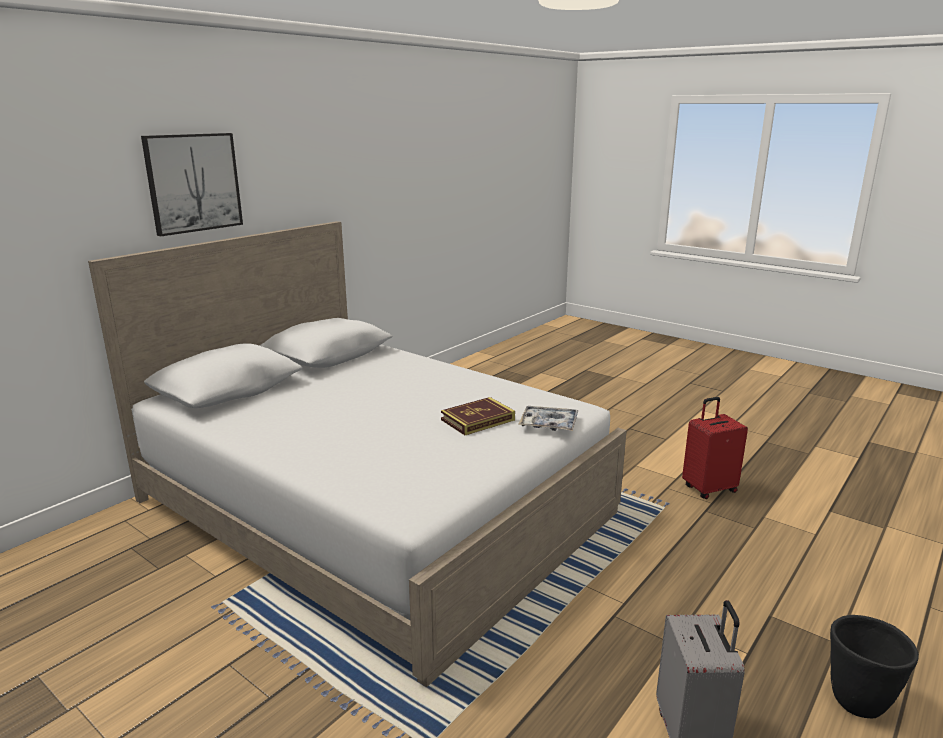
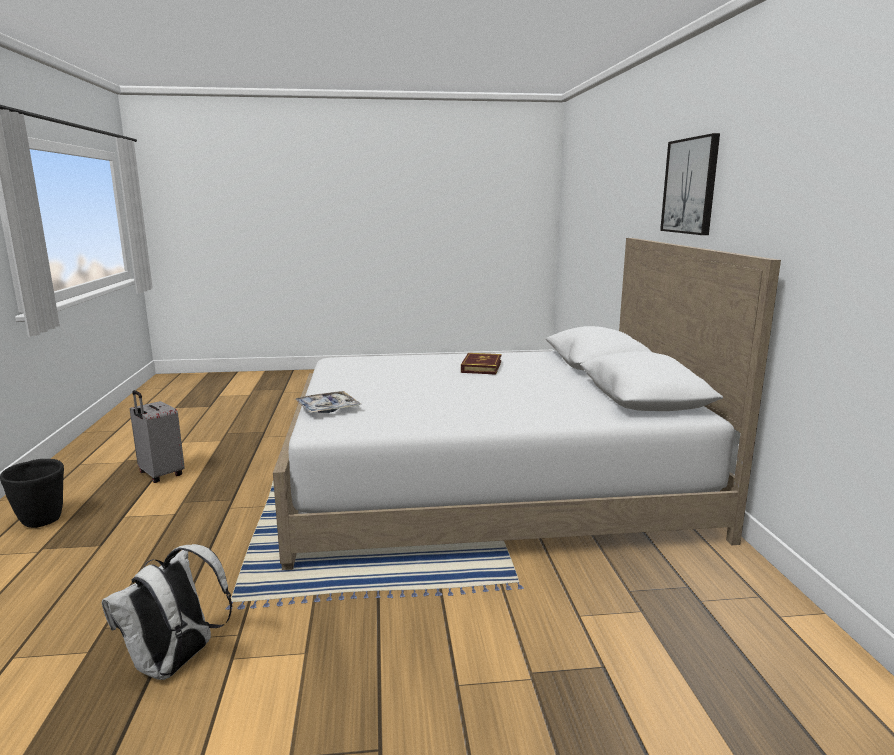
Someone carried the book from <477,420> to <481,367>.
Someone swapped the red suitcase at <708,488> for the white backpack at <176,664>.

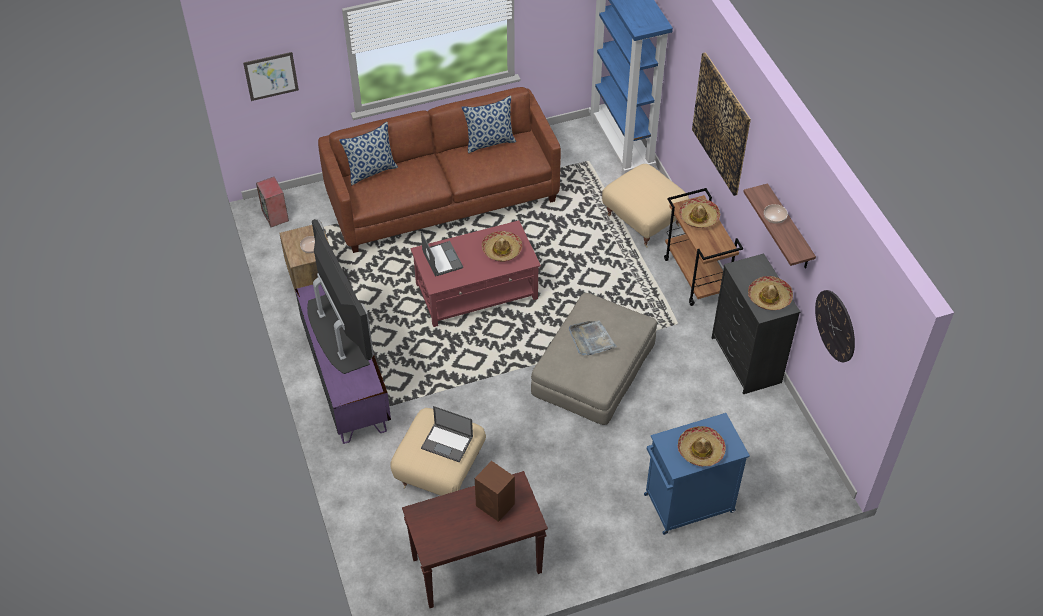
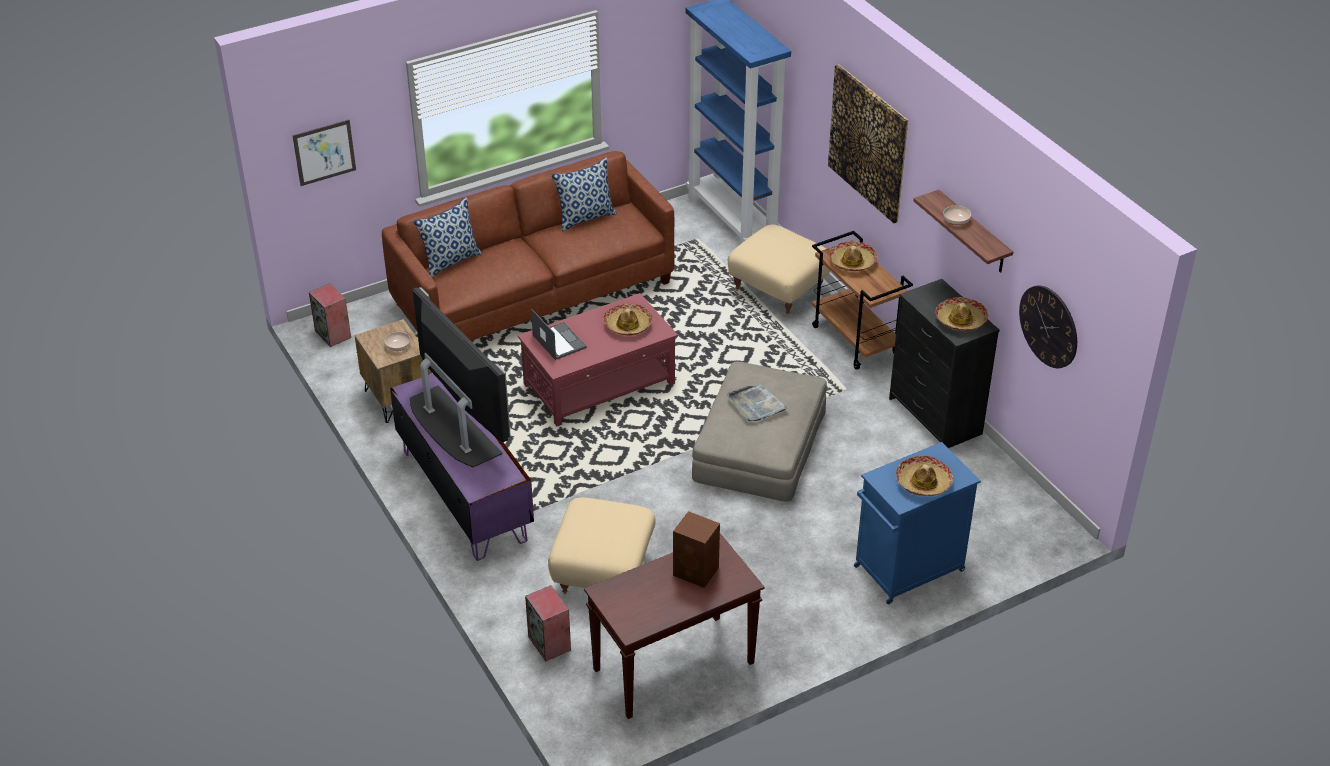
Someone took away the laptop at <447,442>.
Someone put down the speaker at <550,643>.

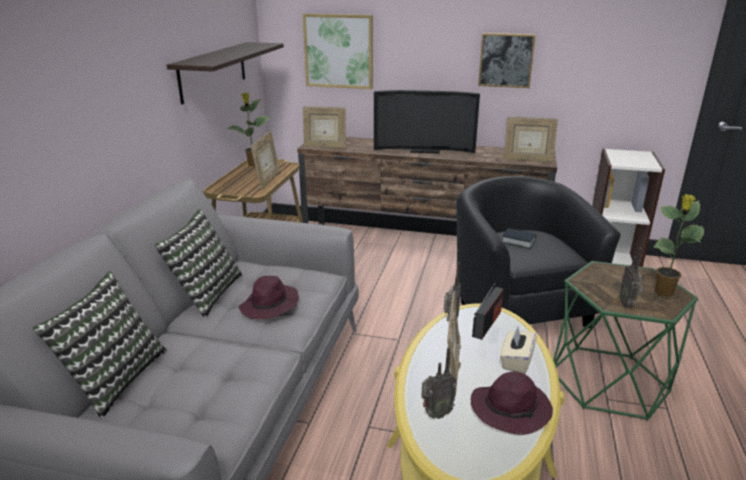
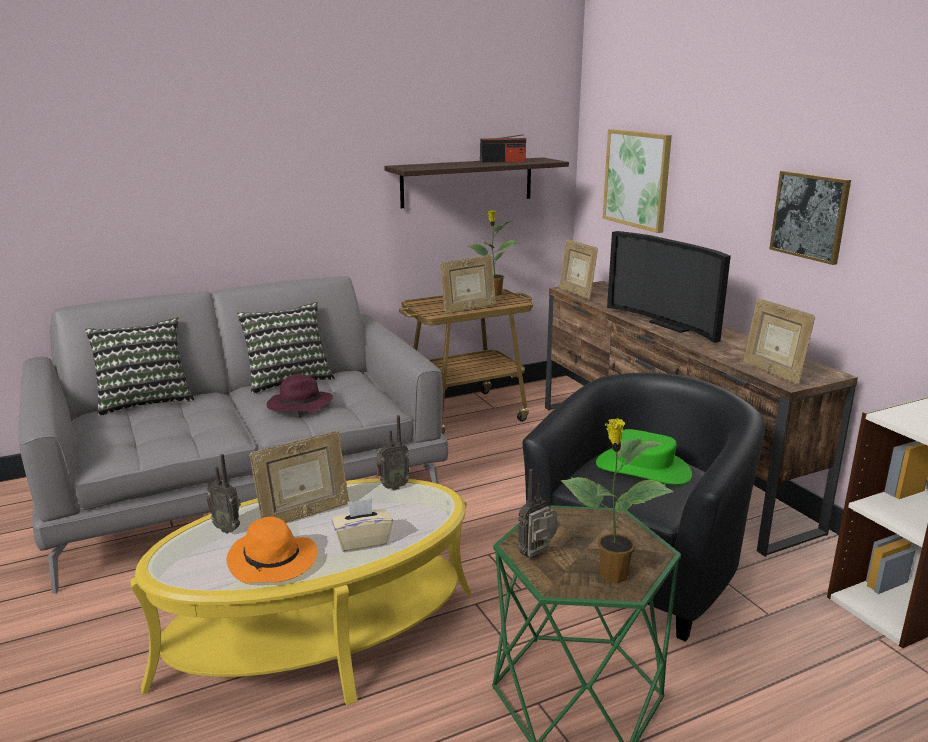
Someone repainted the purple hat at <511,408>, which became the orange hat at <273,562>.
Someone carried the radio from <487,323> to <502,161>.
Someone swapped the book at <518,241> for the green hat at <643,468>.

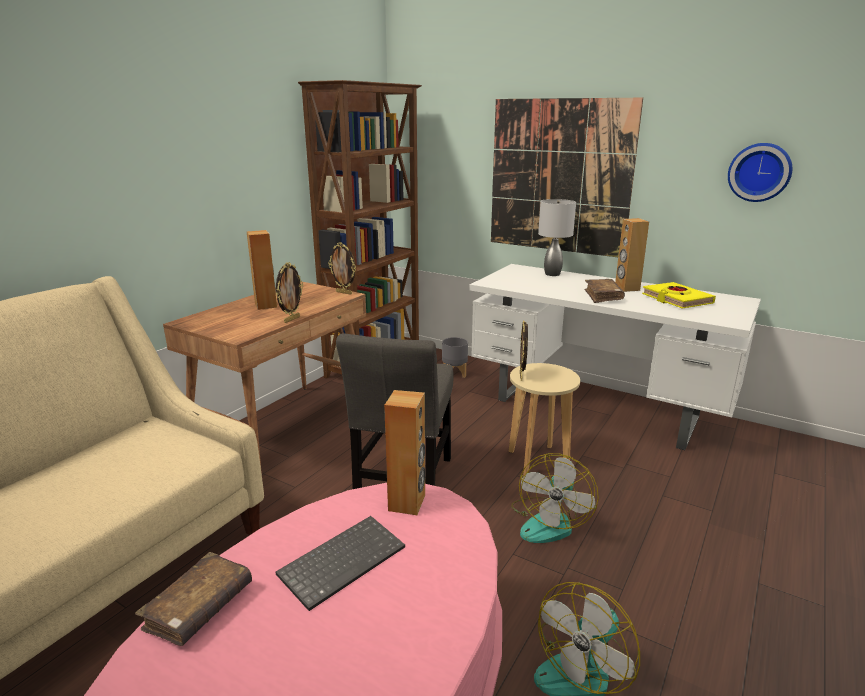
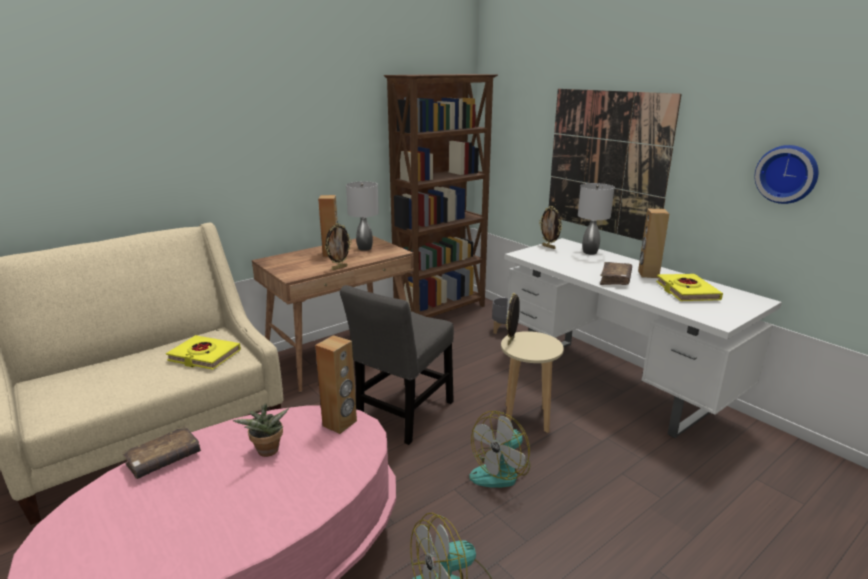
Someone swapped the keyboard at <342,560> for the potted plant at <267,452>.
Someone carried the picture frame from <344,293> to <549,247>.
Someone put down the yellow book at <204,356>.
Someone put down the grey table lamp at <365,248>.

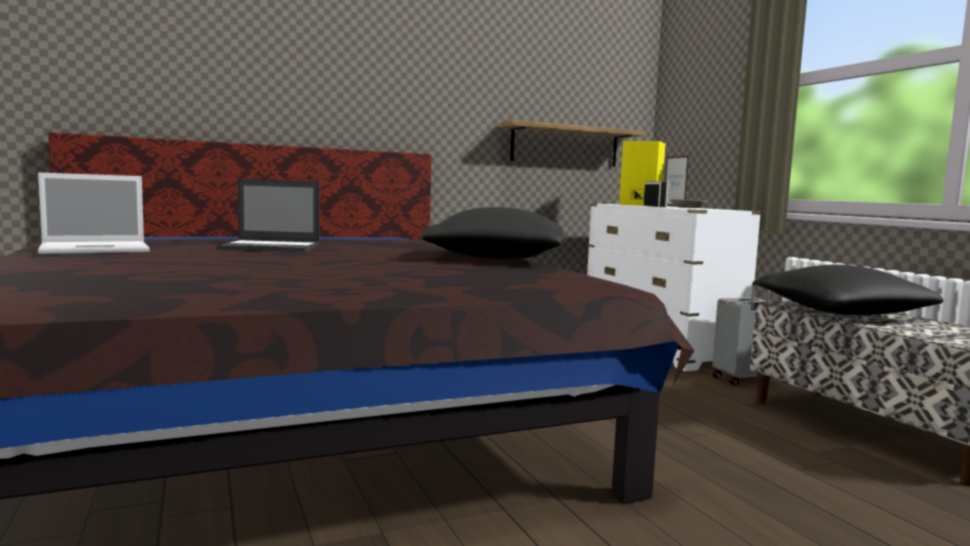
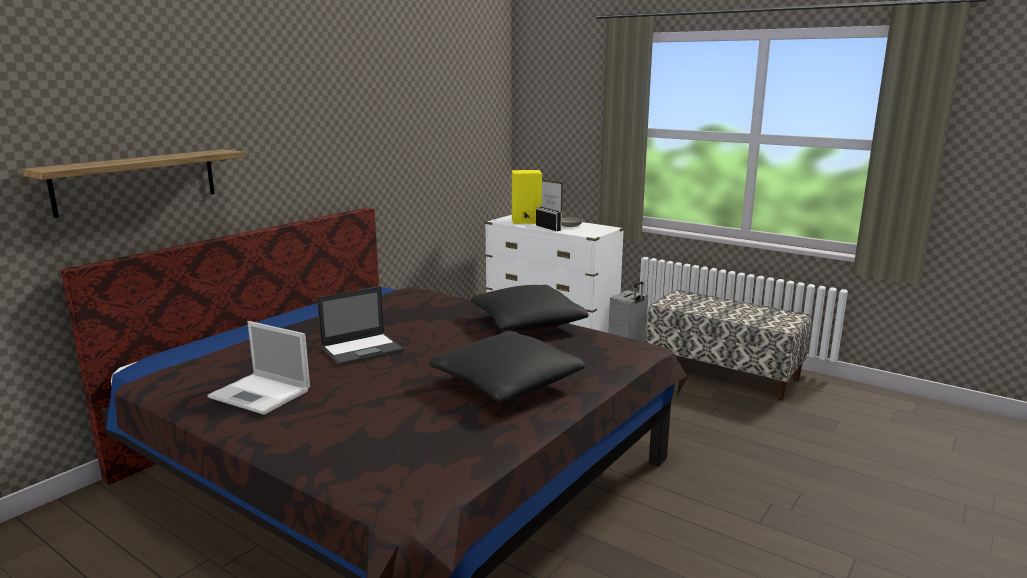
Someone rotated the laptop at <97,249> by 90 degrees clockwise.
Someone carried the shelf from <565,146> to <137,181>.
Someone carried the black pillow from <841,312> to <506,384>.

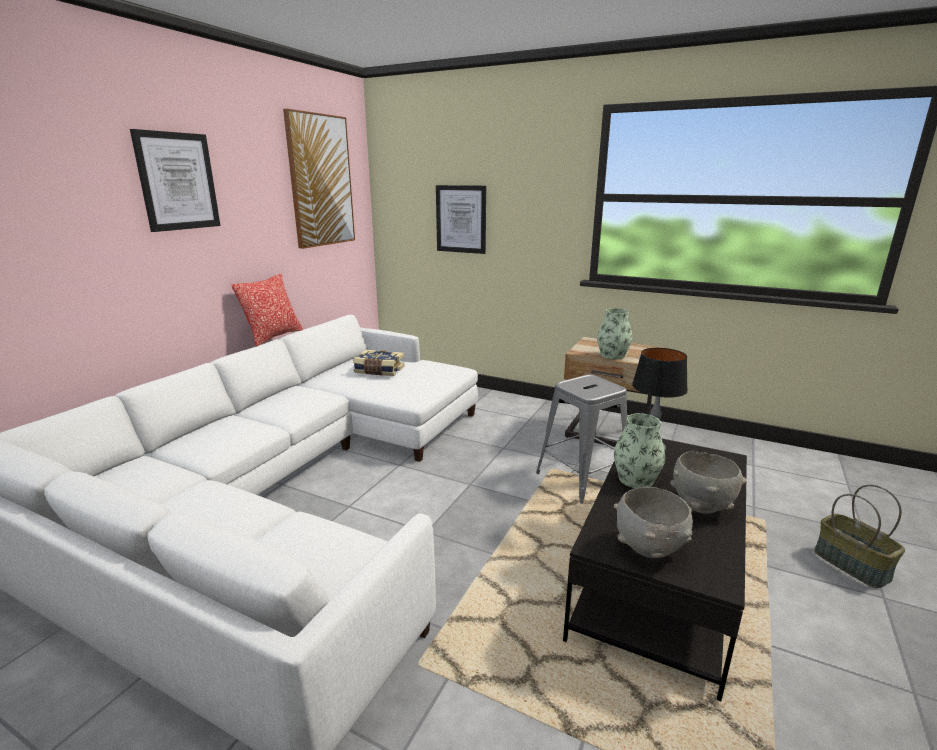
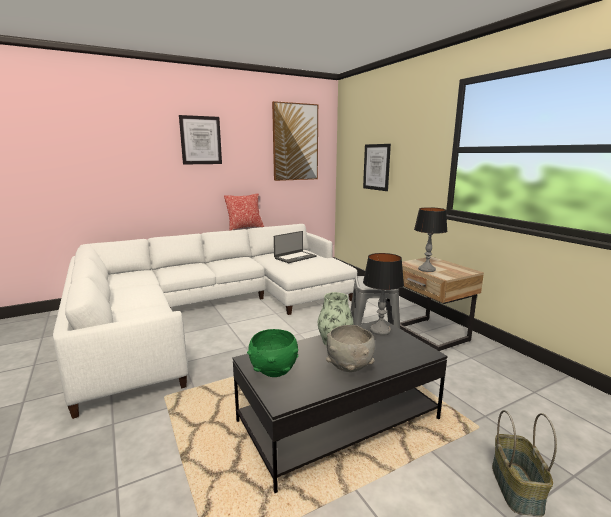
Someone swapped the book at <379,371> for the laptop at <295,257>.
Someone swapped the vase at <612,355> for the table lamp at <427,269>.
Someone repainted the grey bowl at <649,549>, which became the green bowl at <274,372>.

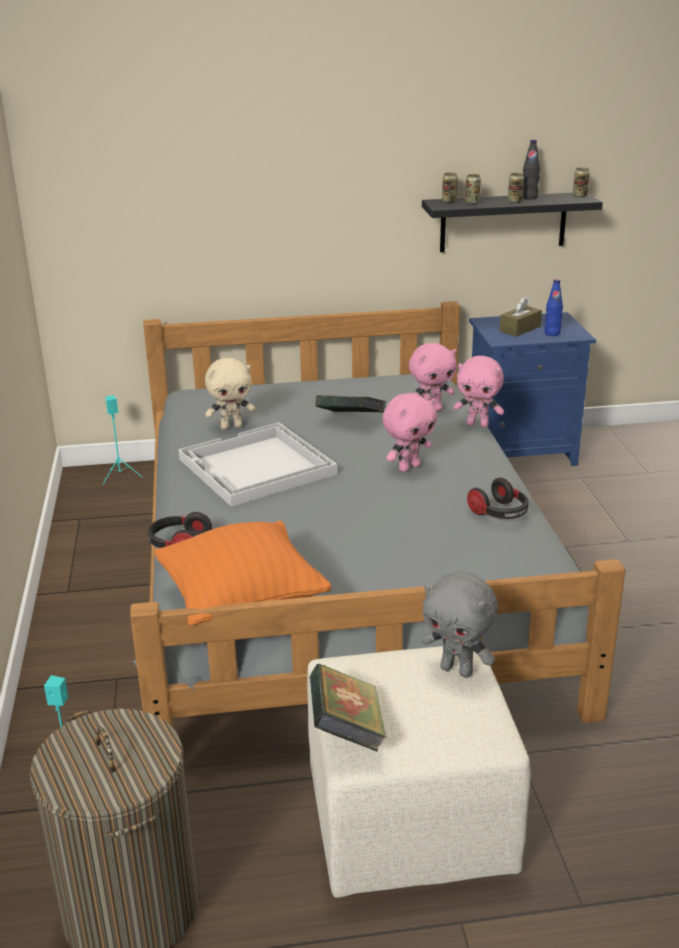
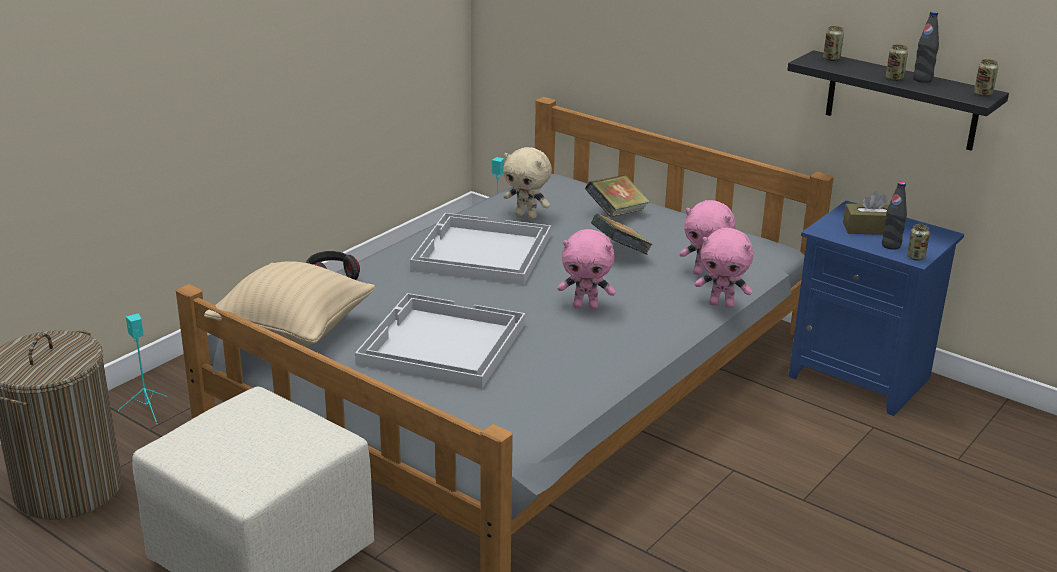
Someone repainted the orange pillow at <242,602>, which became the beige pillow at <294,331>.
Someone carried the book from <347,731> to <616,213>.
Someone took away the grey plush toy at <457,670>.
Someone rotated the pink plush toy at <478,424> by 45 degrees counterclockwise.
Someone carried the can from <472,203> to <915,257>.
Someone took away the headphones at <499,513>.
Someone repainted the blue bottle at <552,333>, which became the black bottle at <891,245>.
Someone put down the white tray at <440,344>.

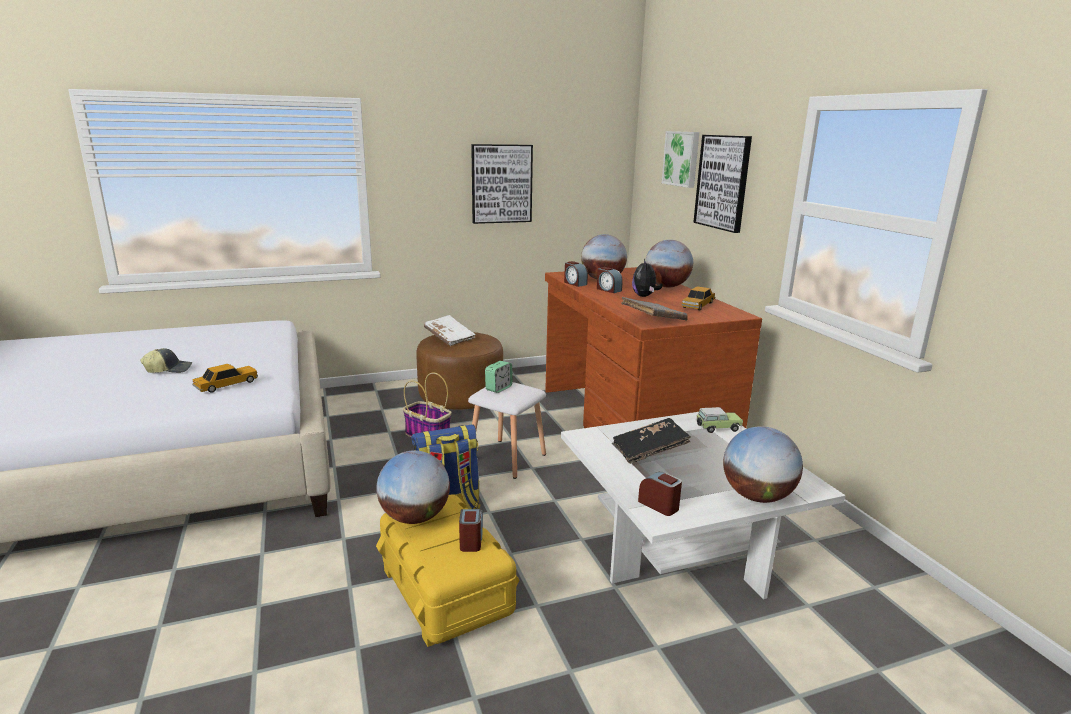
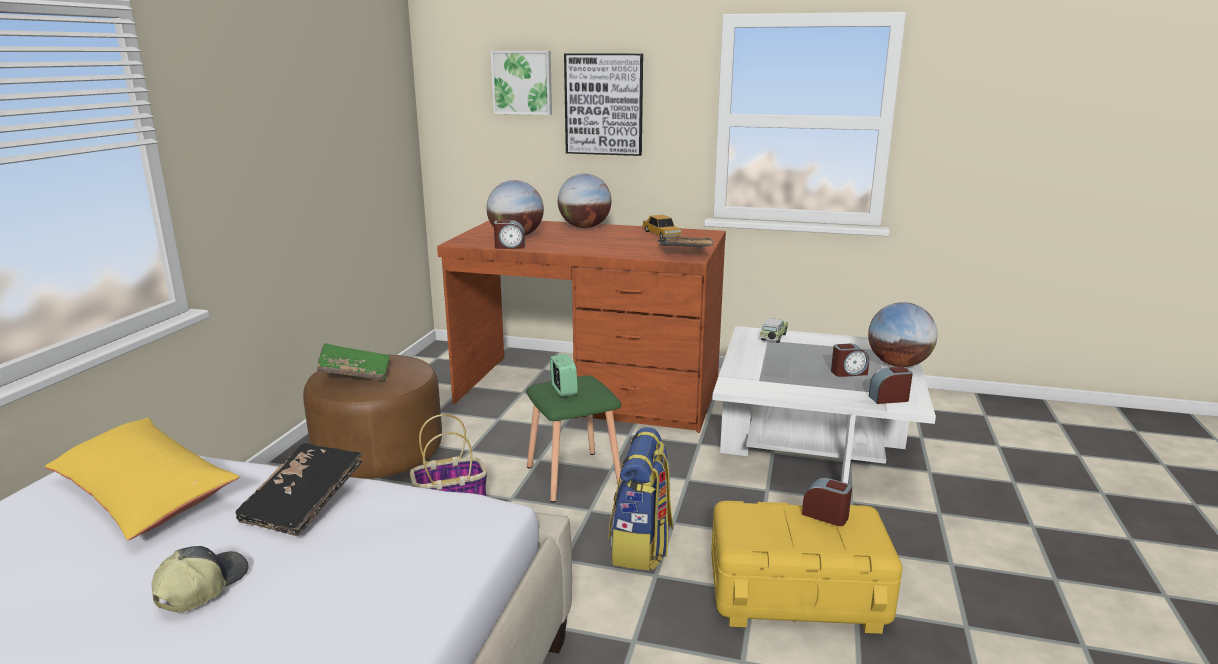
Someone took away the toy car at <227,384>.
Someone took away the globe at <415,517>.
Someone repainted the white book at <449,338>, which became the green book at <355,374>.
Someone repainted the white stool at <507,457>, which became the green stool at <572,475>.
Someone took away the picture at <501,184>.
Someone carried the alarm clock from <608,290> to <848,372>.
Someone carried the black book from <649,451> to <304,504>.
Someone took away the plush toy at <645,296>.
Someone put down the yellow pillow at <144,493>.

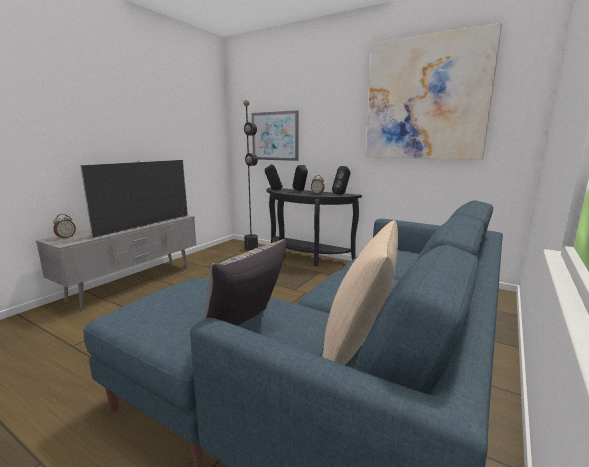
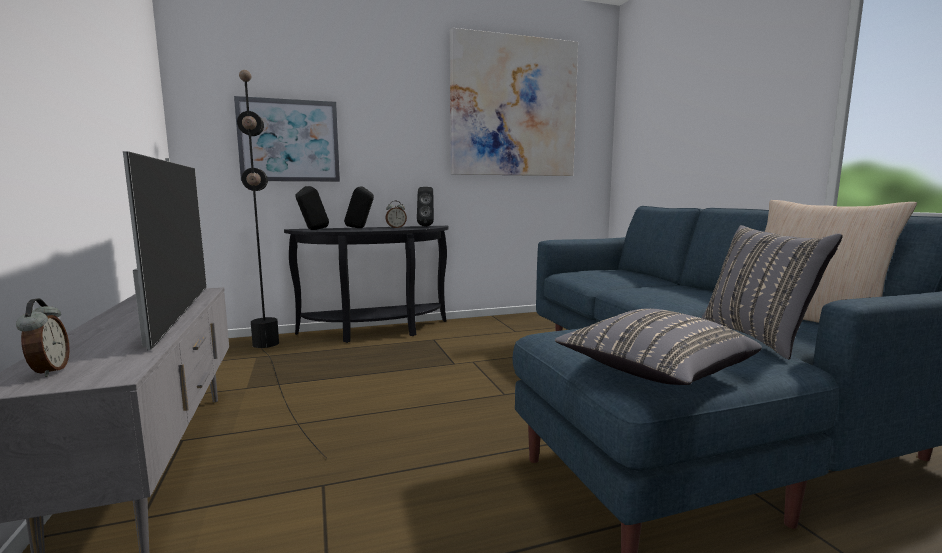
Someone put down the grey pillow at <654,373>.

